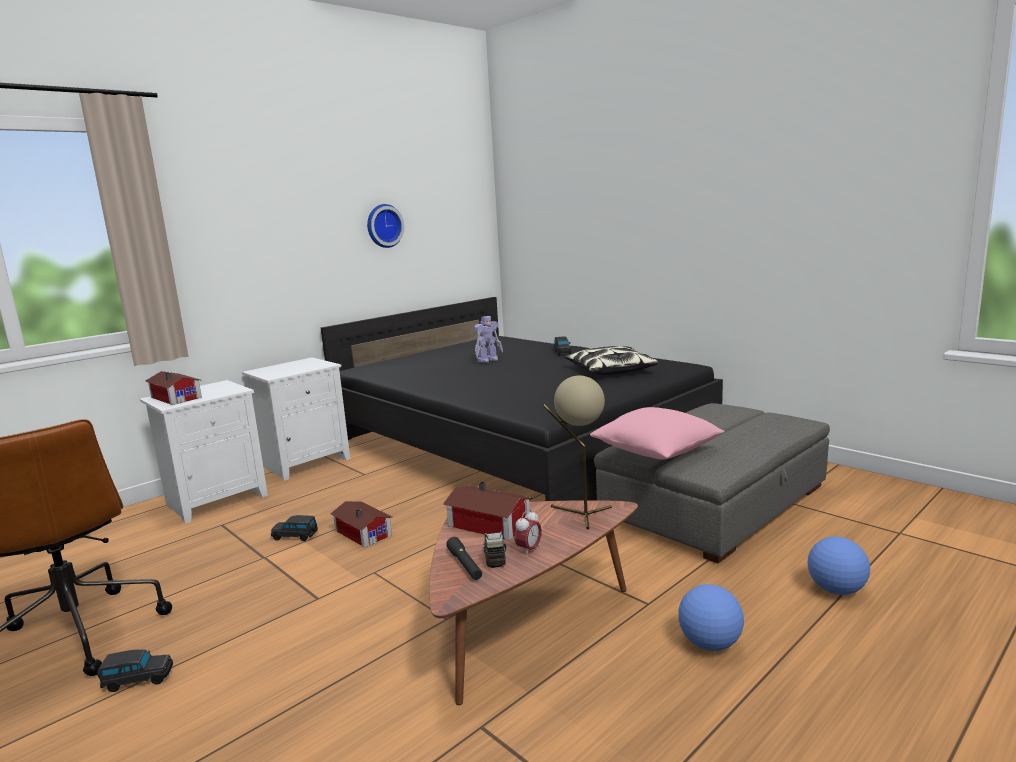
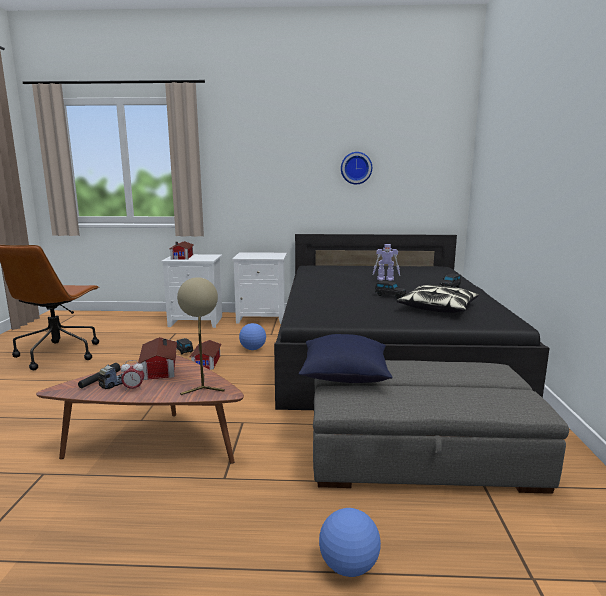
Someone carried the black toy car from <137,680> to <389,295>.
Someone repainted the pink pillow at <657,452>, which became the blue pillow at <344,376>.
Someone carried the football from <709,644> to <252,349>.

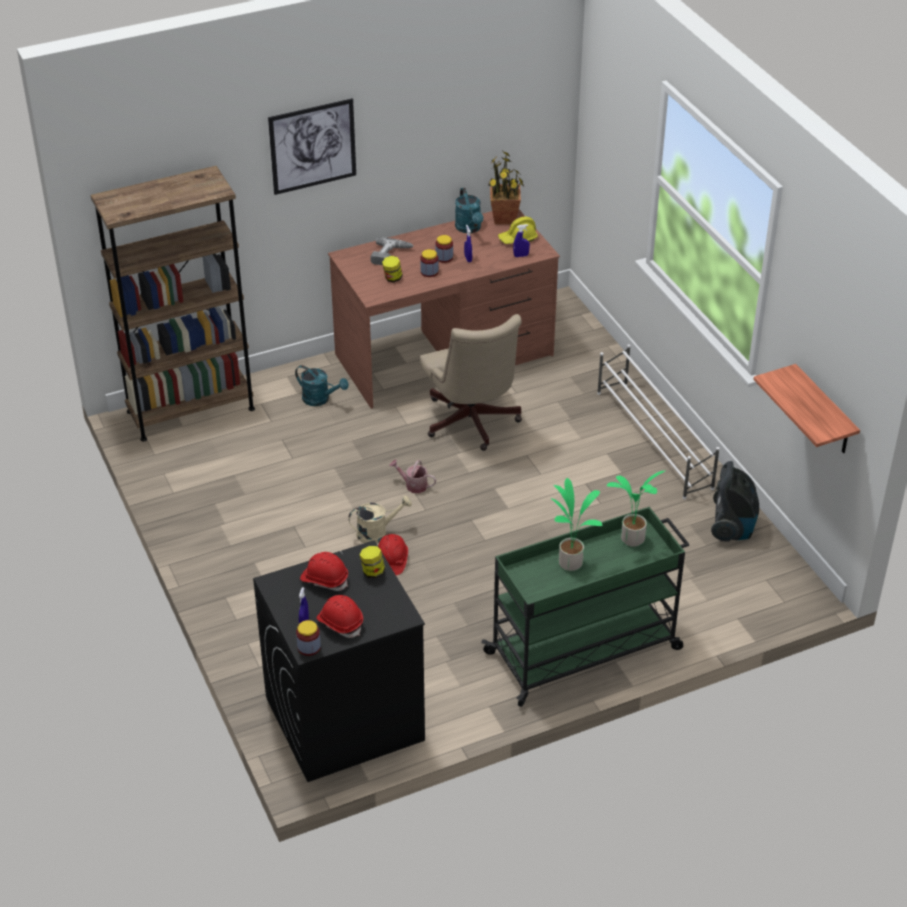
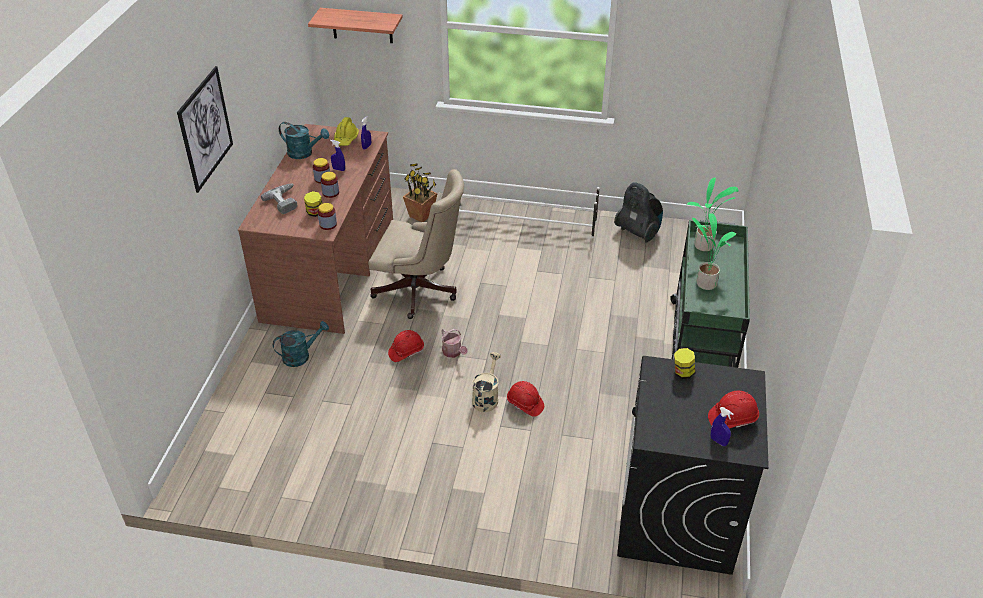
Someone took away the brown bookcase at <190,410>.
Someone carried the jar from <309,647> to <328,225>.
Someone carried the red hard hat from <324,579> to <406,352>.
Someone rotated the watering can at <413,485> by 90 degrees counterclockwise.
Someone carried the potted plant from <505,218> to <421,215>.
Someone carried the shelf from <824,412> to <362,25>.

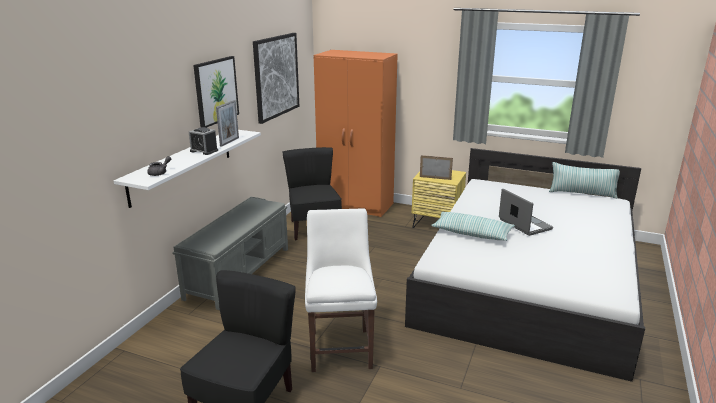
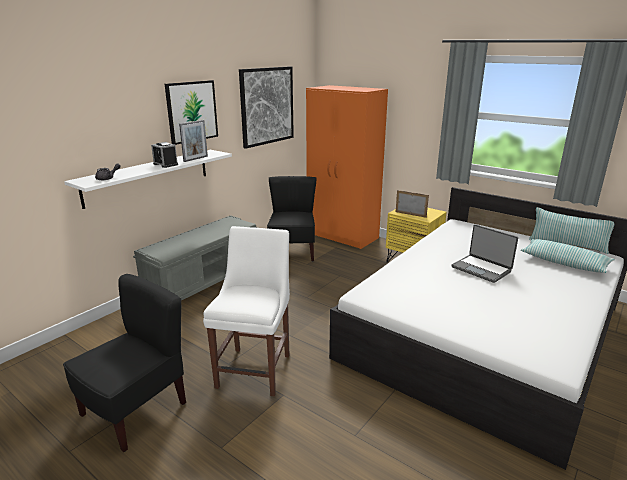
Someone carried the pillow from <472,233> to <564,263>.
Someone rotated the laptop at <524,224> by 150 degrees clockwise.

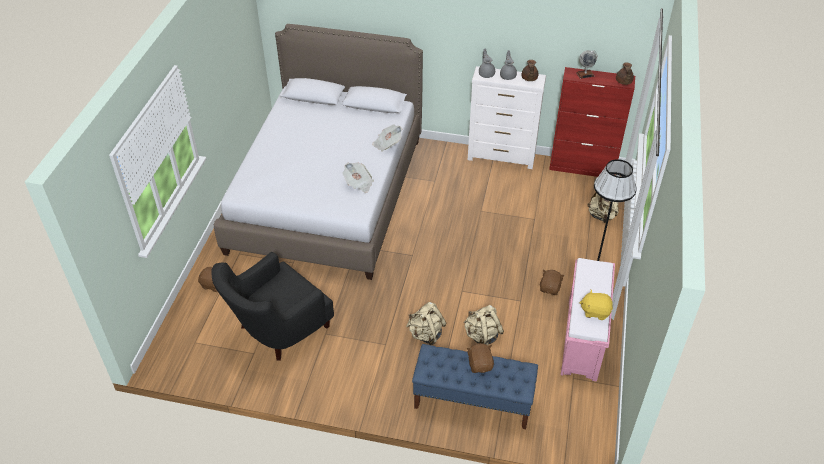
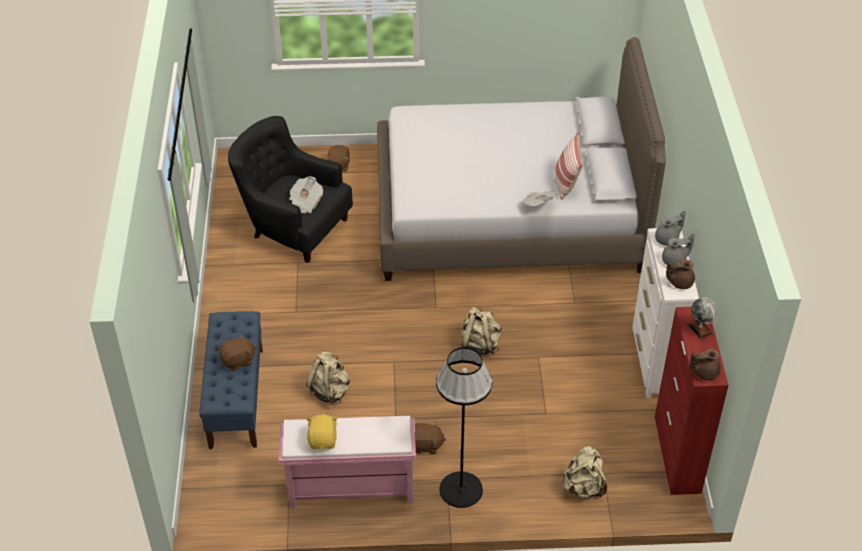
Someone carried the newspaper from <358,183> to <305,203>.
Someone carried the beige backpack from <426,334> to <480,344>.
Someone put down the pillow at <566,183>.

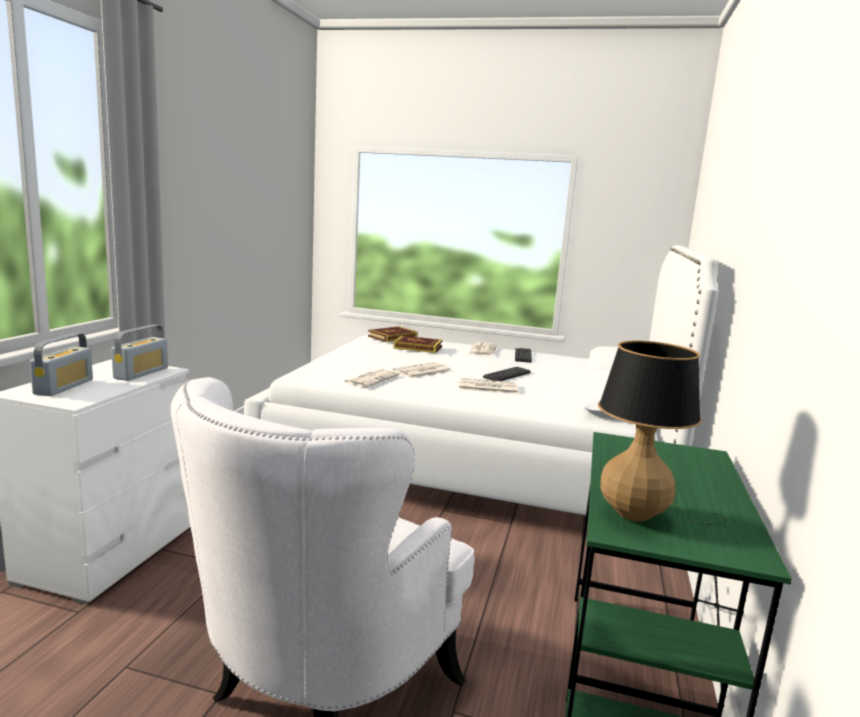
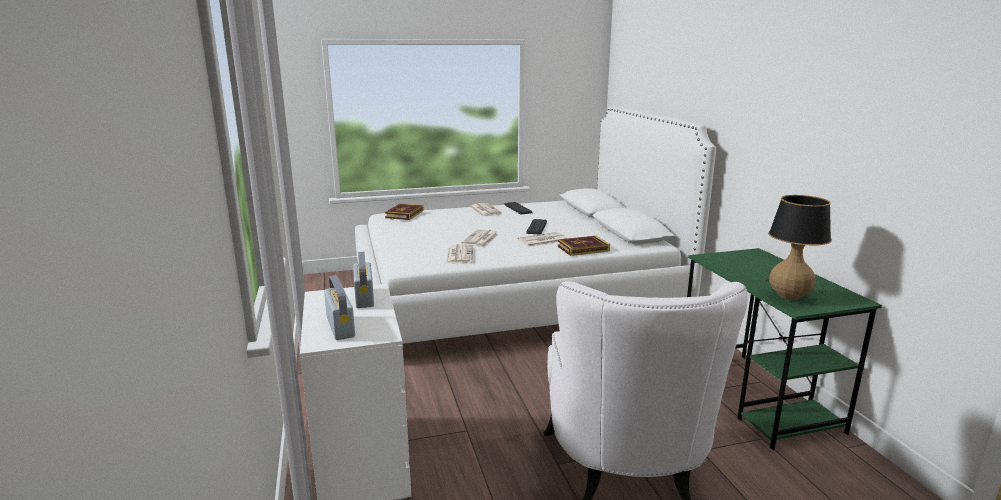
Someone carried the book from <418,347> to <583,248>.

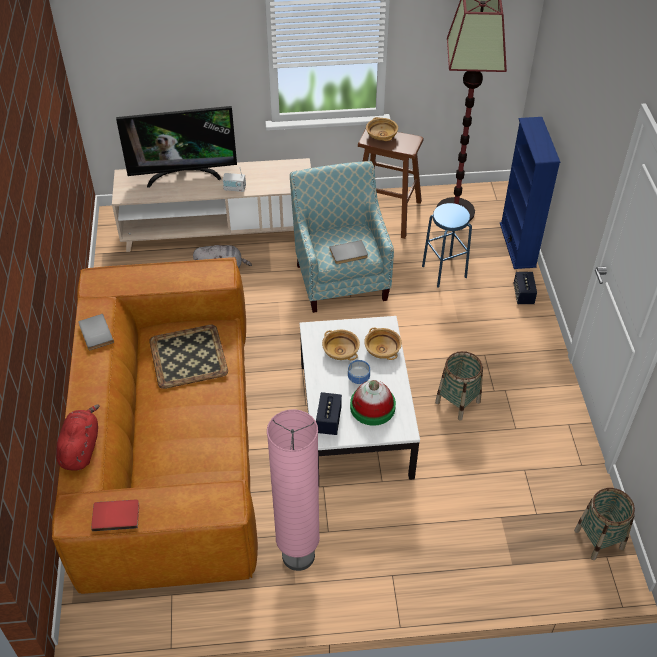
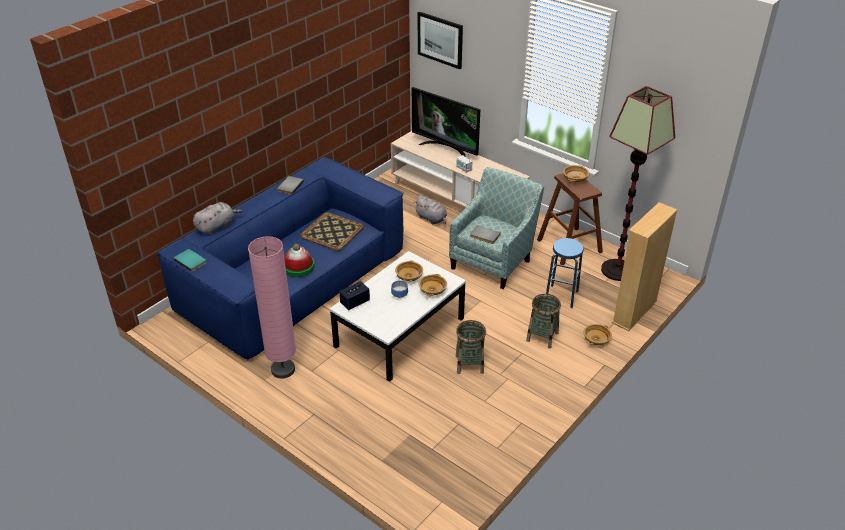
Someone repainted the brown sofa at <169,447>, which became the blue sofa at <293,281>.
Someone repainted the red plush toy at <81,448>, which became the grey plush toy at <217,227>.
Someone repainted the red book at <116,515>, which became the turquoise book at <191,260>.
Someone carried the hat from <372,407> to <298,267>.
Someone repainted the blue bookcase at <517,245>, which became the beige bookcase at <634,312>.
Someone swapped the speaker at <523,295> for the beige bowl at <596,340>.
Someone carried the basket from <599,539> to <542,337>.
Someone put up the picture at <440,39>.

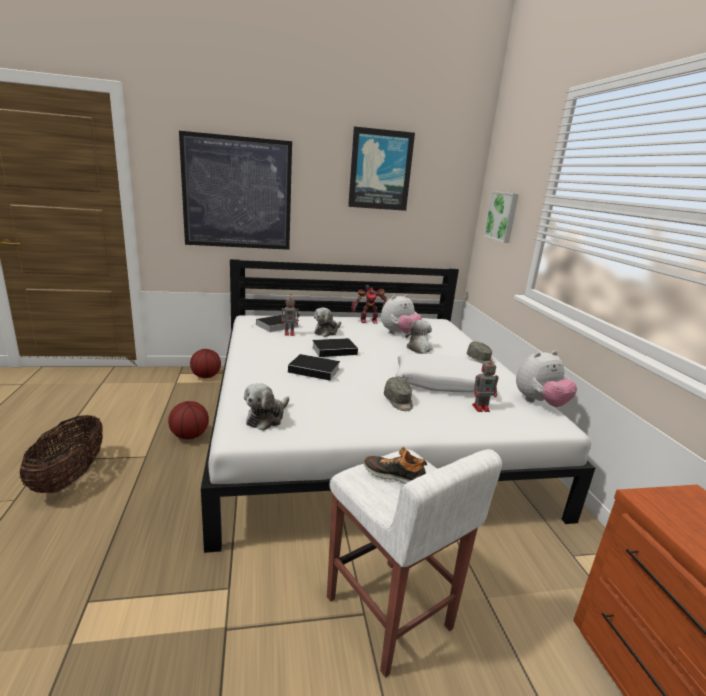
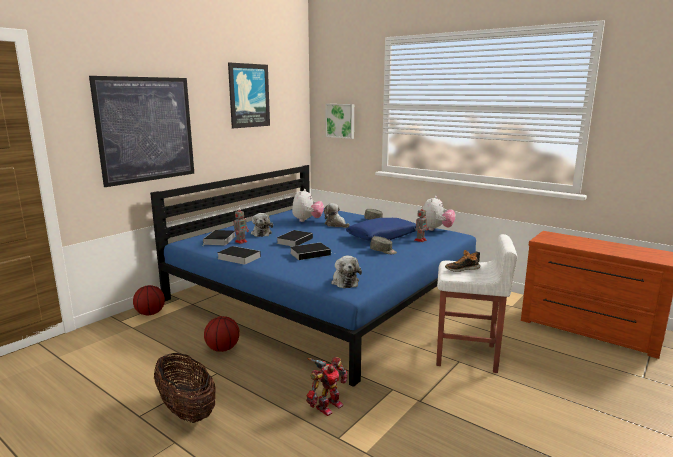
Someone repainted the white bed at <365,427>, which became the blue bed at <323,294>.
Someone carried the toy robot from <368,320> to <327,406>.
Someone repainted the white pillow at <442,383>, which became the blue pillow at <383,236>.
Someone put down the book at <237,257>.

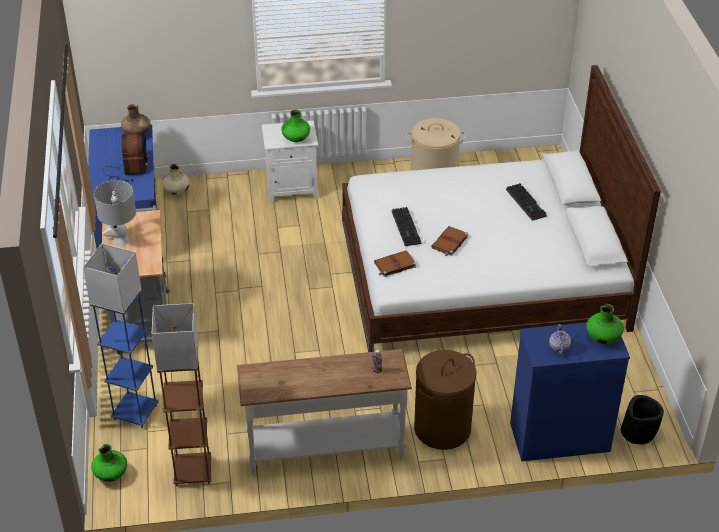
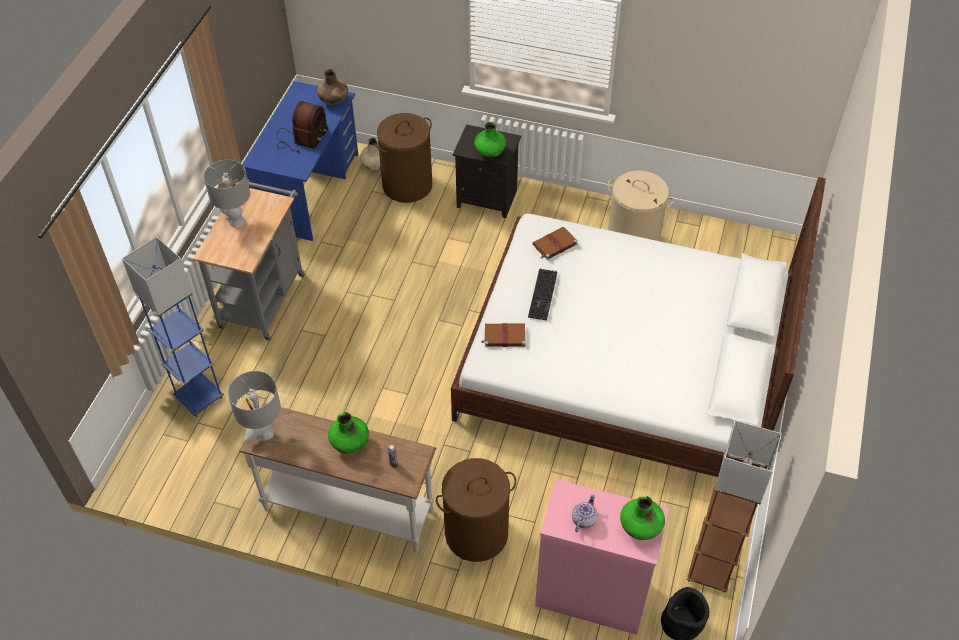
Someone carried the green vase from <111,474> to <350,443>.
Someone carried the brown floor lamp from <193,472> to <710,571>.
Someone repainted the white nightstand at <292,188>, which became the black nightstand at <488,198>.
Someone carried the brown book from <449,242> to <554,244>.
Someone took away the keyboard at <527,203>.
Someone repainted the blue dresser at <558,437>, which became the pink dresser at <591,594>.
Someone put down the grey table lamp at <264,433>.
Someone put down the brown laundry basket at <407,185>.

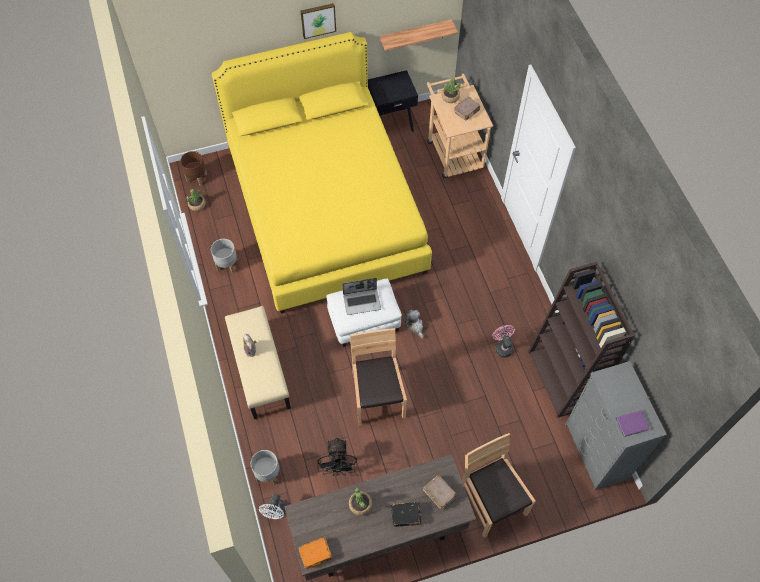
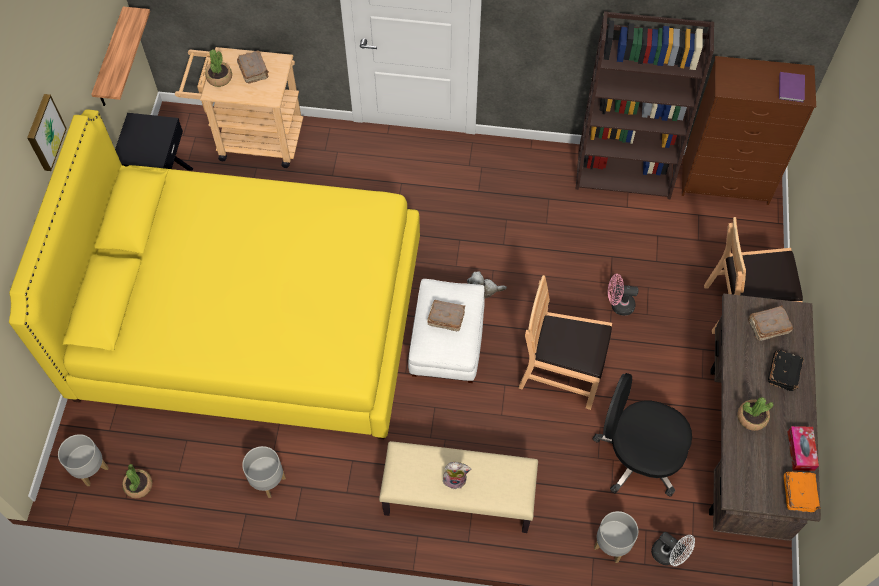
Someone repainted the brown planter at <197,178>, which became the grey planter at <90,469>.
Someone swapped the black fan at <338,467> for the black office chair at <637,455>.
Someone swapped the laptop at <362,301> for the brown book at <445,318>.
Someone carried the pink fan from <502,347> to <618,305>.
Someone repainted the grey dresser at <596,452>, which became the brown dresser at <726,182>.
Someone put down the tissue box at <800,451>.

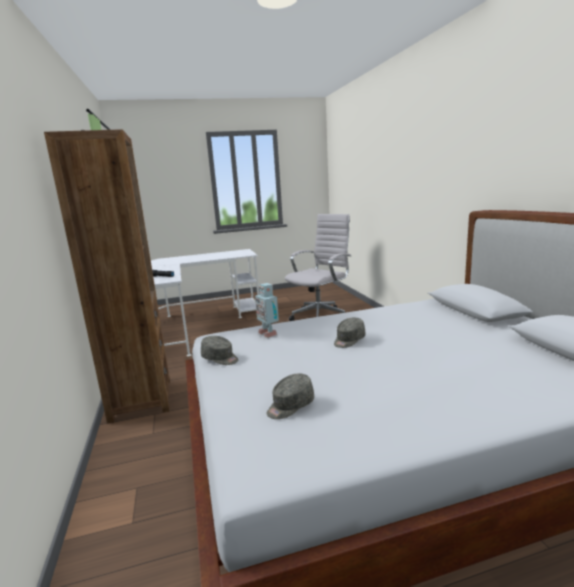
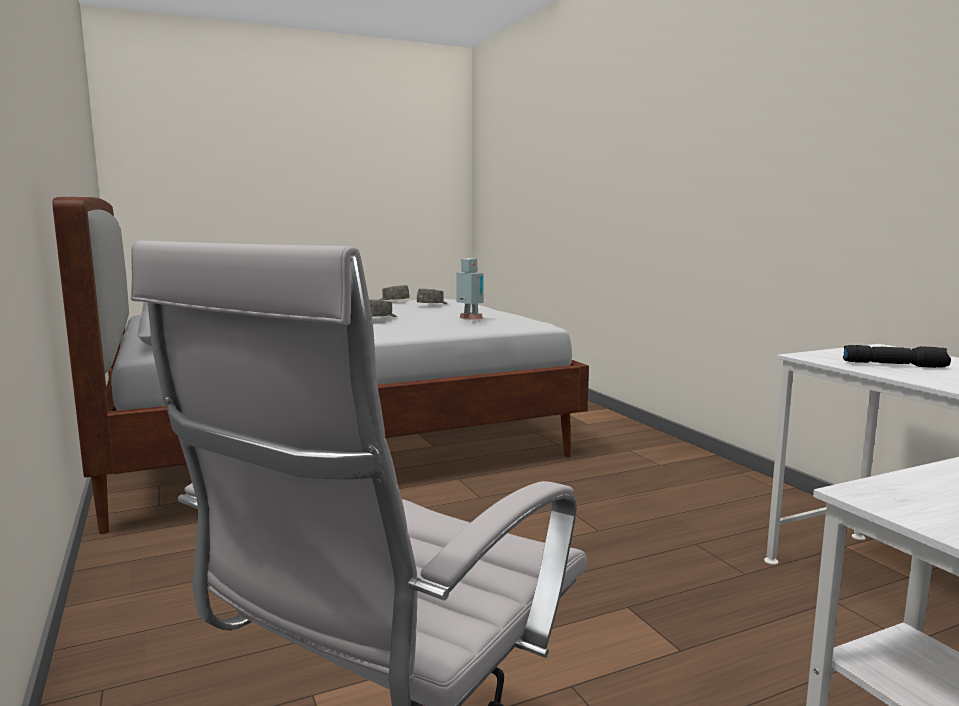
Someone took away the brown bookcase at <141,400>.
Someone carried the grey cap from <220,358> to <393,301>.

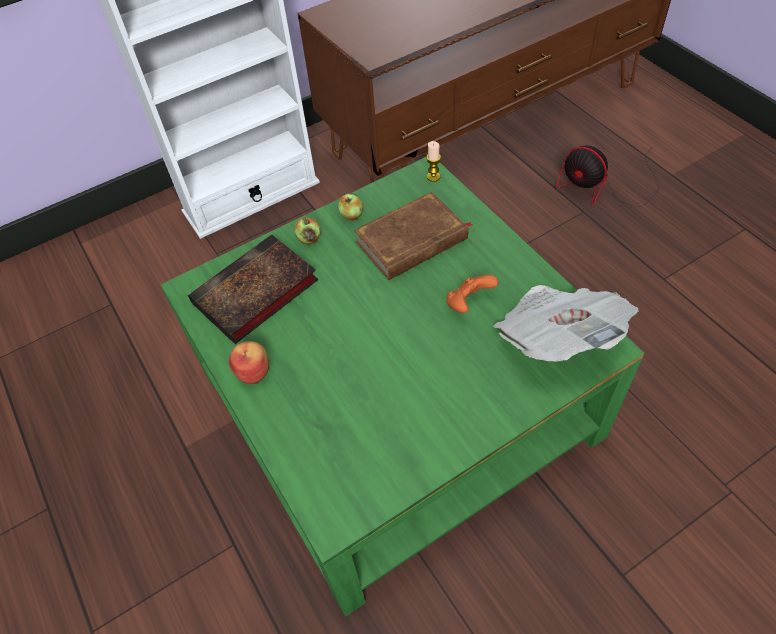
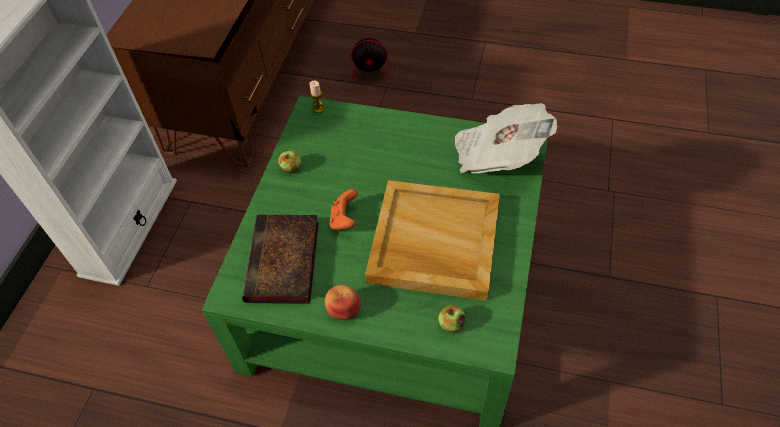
Someone carried the apple from <309,239> to <451,324>.
Someone took away the brown book at <412,241>.
Someone carried the orange game controller from <468,303> to <344,220>.
Someone put down the beige tray at <433,242>.

